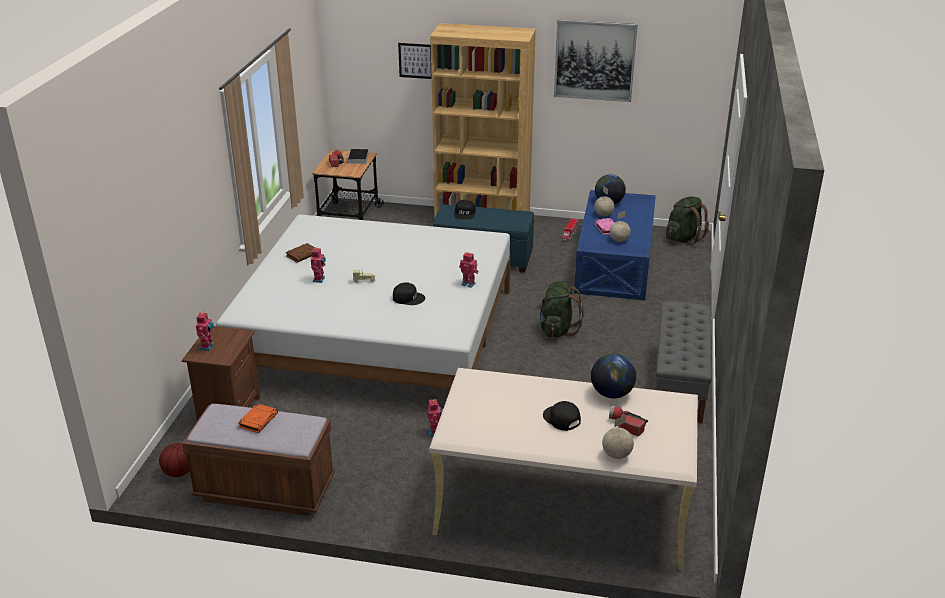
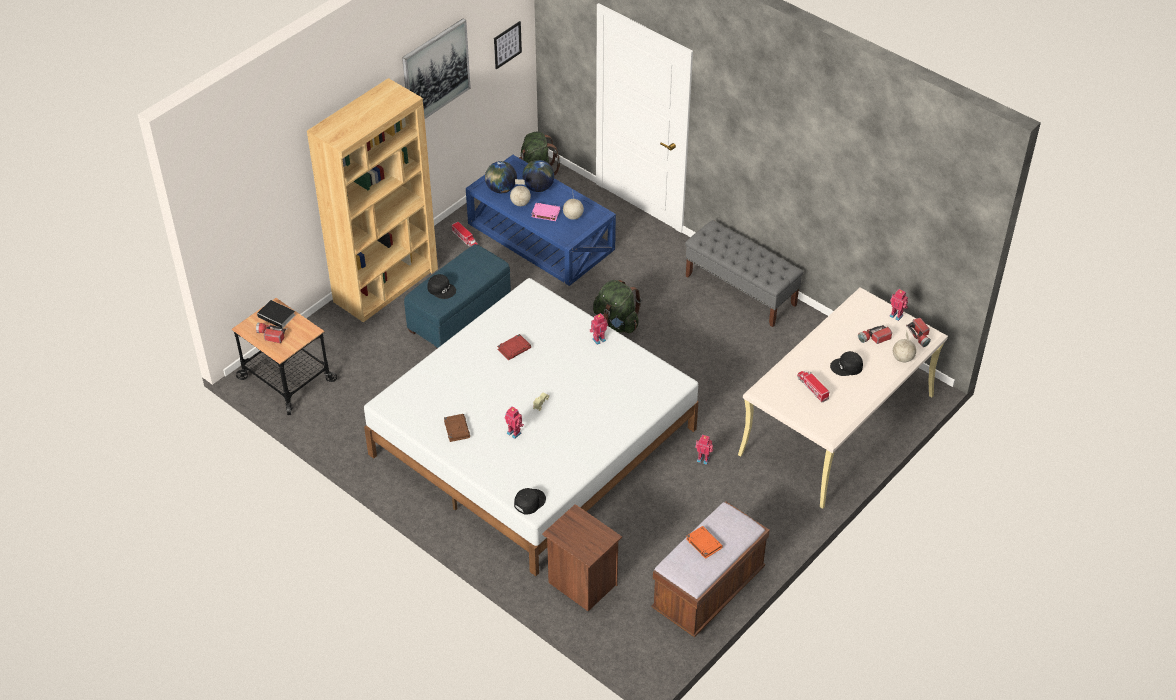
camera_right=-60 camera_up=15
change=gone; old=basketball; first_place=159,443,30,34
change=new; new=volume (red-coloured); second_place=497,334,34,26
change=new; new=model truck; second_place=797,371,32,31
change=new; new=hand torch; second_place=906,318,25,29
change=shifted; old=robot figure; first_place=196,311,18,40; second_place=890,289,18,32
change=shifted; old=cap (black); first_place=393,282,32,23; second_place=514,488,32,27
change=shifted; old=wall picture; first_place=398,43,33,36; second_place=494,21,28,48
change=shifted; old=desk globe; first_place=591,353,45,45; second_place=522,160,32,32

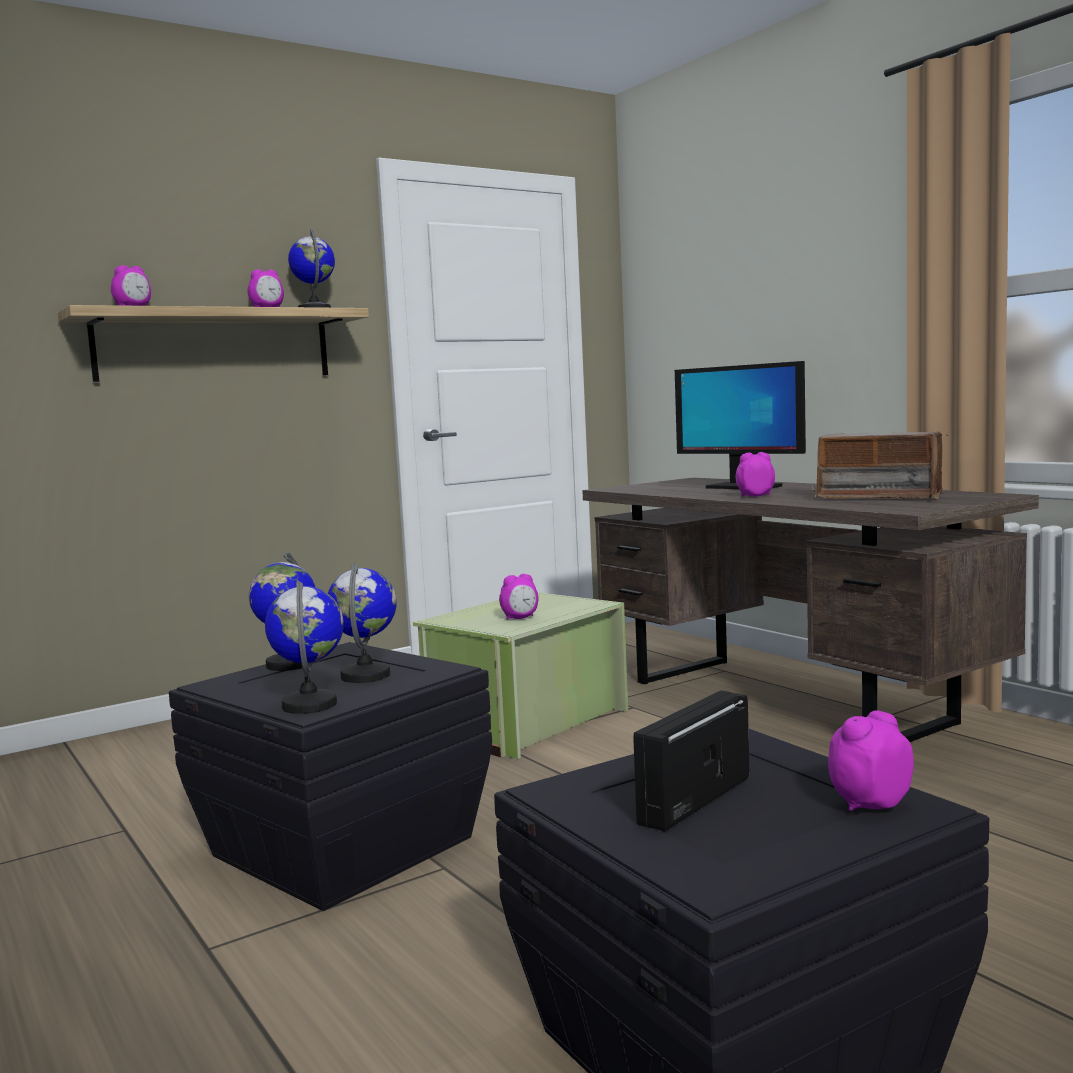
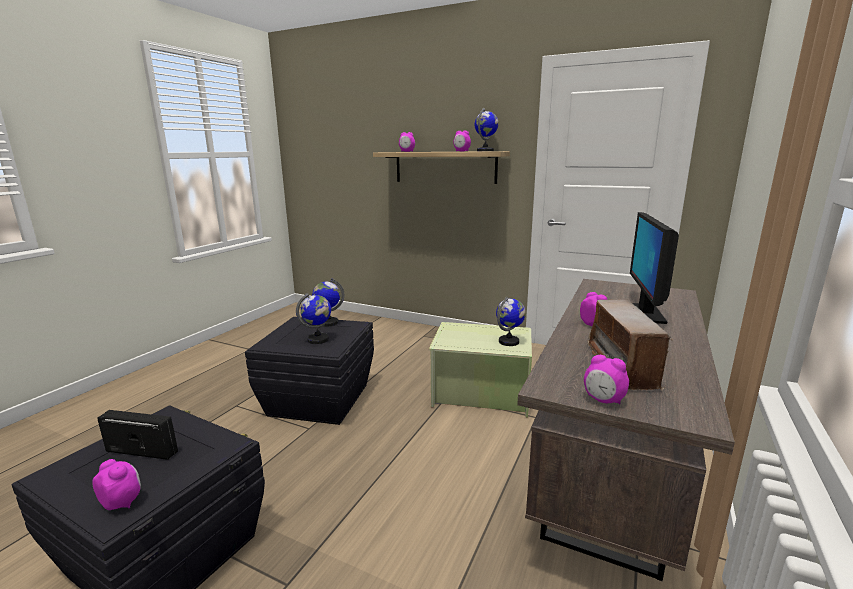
camera_right=60 camera_up=10
change=shifted; old=desk globe; first_place=265,580,79,134; second_place=496,297,30,49
change=shifted; old=table clock; first_place=499,574,40,46; second_place=584,355,45,49

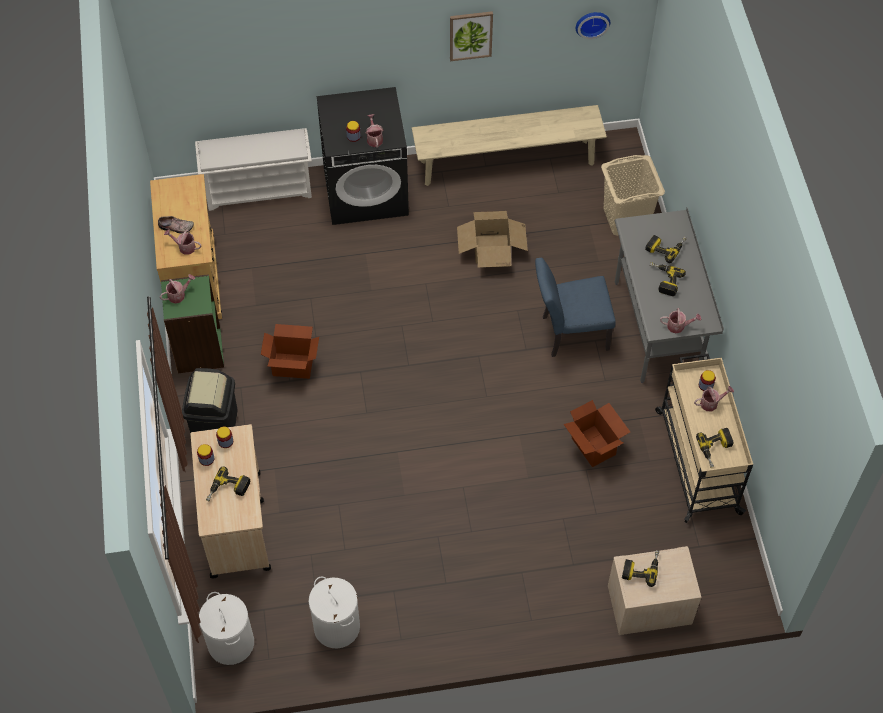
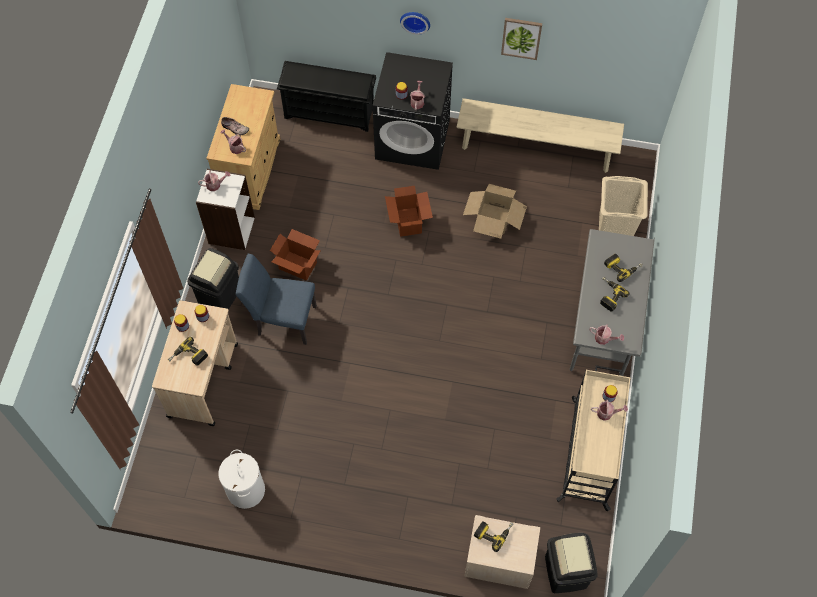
camera_right=20 camera_up=5
change=gone; old=washing basket (whitish); first_place=199,592,55,73
change=gone; old=electric drill; first_place=696,428,37,40
change=new; new=trash can (black); second_place=545,533,53,60
change=shifted; old=upright chair (bluish); first_place=535,258,81,99; second_place=236,254,81,91
change=shifted; old=carton; first_place=564,400,66,67; second_place=385,186,48,51
change=shifted; old=wall clock; first_place=576,12,34,27; second_place=400,12,30,23
change=repainted; old=bookshelf (green); new=bookshelf (whitish); first_place=161,274,63,99; second_place=196,169,59,81
change=repainted; old=shoe stand (whitish); new=shoe stand (black); first_place=195,128,117,83; second_place=277,61,99,71

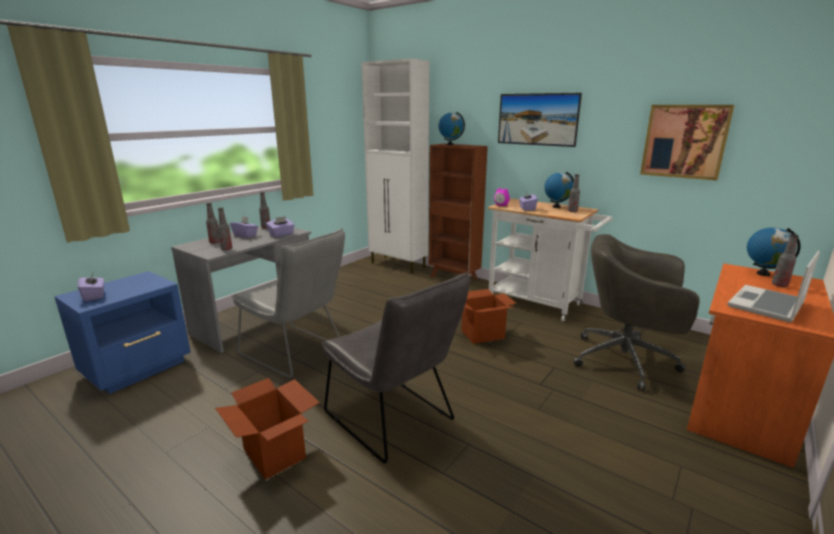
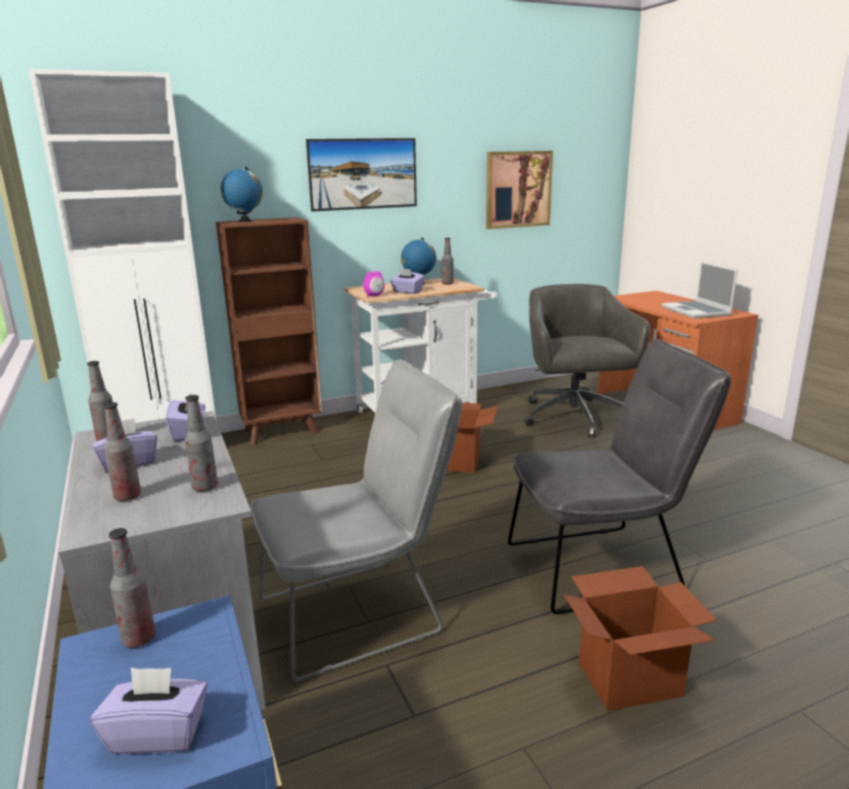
camera_right=-60 camera_up=0
change=gone; old=desk globe; first_place=747,227,54,49
change=shifted; old=bottle; first_place=772,234,27,53; second_place=109,528,47,119
change=rotated; old=desk chair (grey); first_place=573,234,127,157; second_place=524,284,126,153; degrees=120

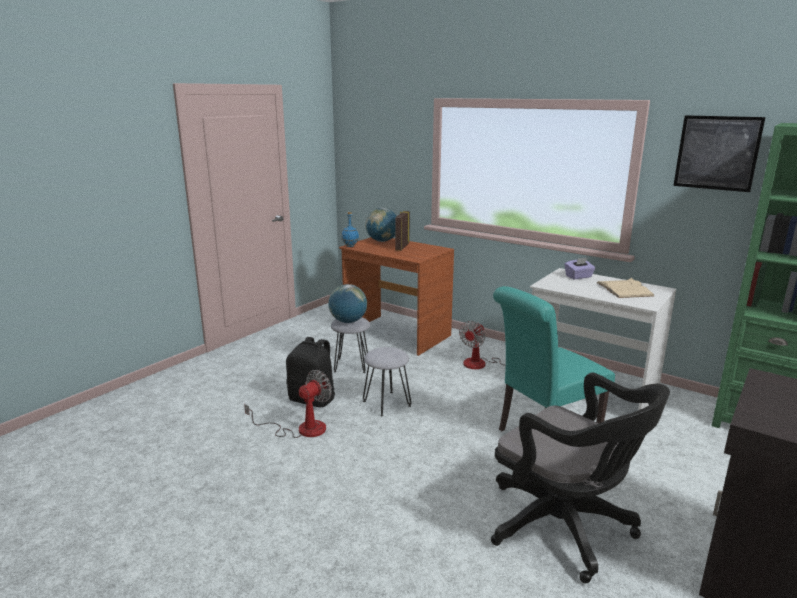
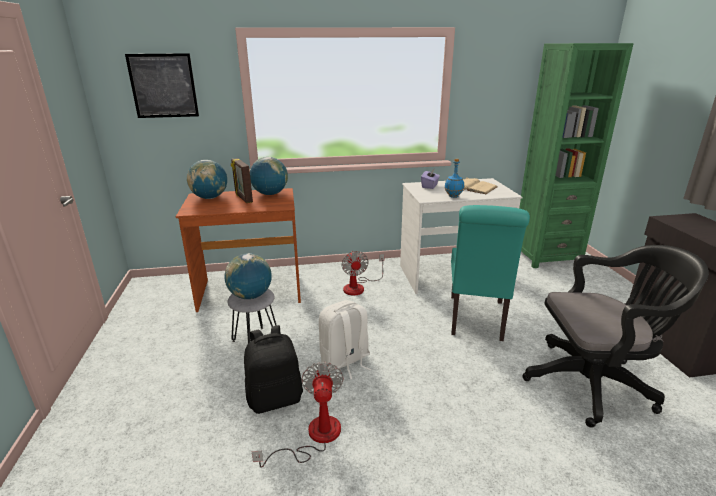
camera_right=-45 camera_up=5
change=new; new=desk globe; second_place=250,157,38,38
change=shifted; old=bottle (bluish); first_place=342,212,17,35; second_place=444,158,20,40
change=shifted; old=wall picture; first_place=673,115,93,77; second_place=125,53,74,65
change=swapped; old=stool (grey); new=rucksack (whitish); first_place=363,347,48,69; second_place=319,300,52,79

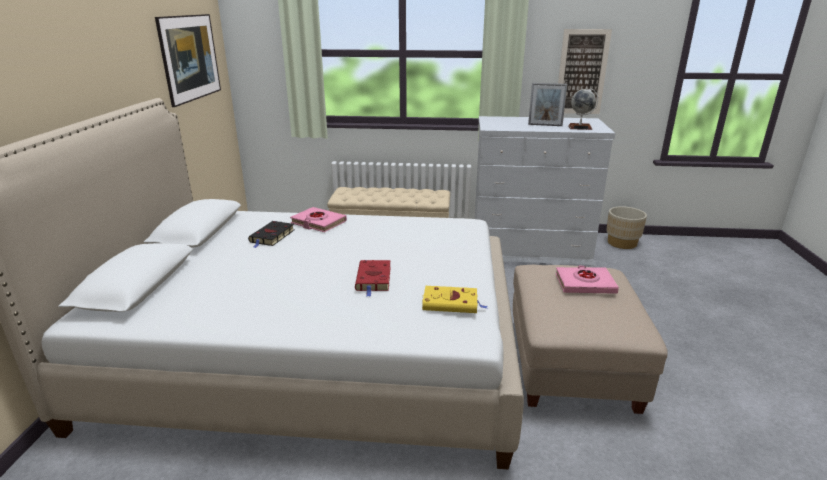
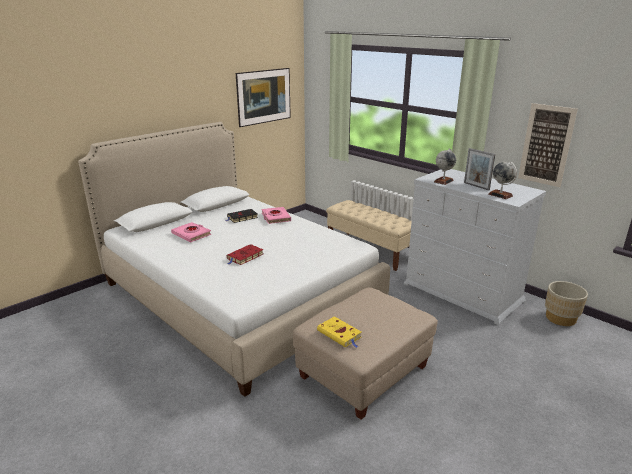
camera_right=40 camera_up=0
change=new; new=desk globe; second_place=434,149,22,36
change=shifted; old=volume (yellow); first_place=422,286,65,27; second_place=317,316,44,32
change=shifted; old=volume (pinkish); first_place=556,266,63,28; second_place=171,222,40,20

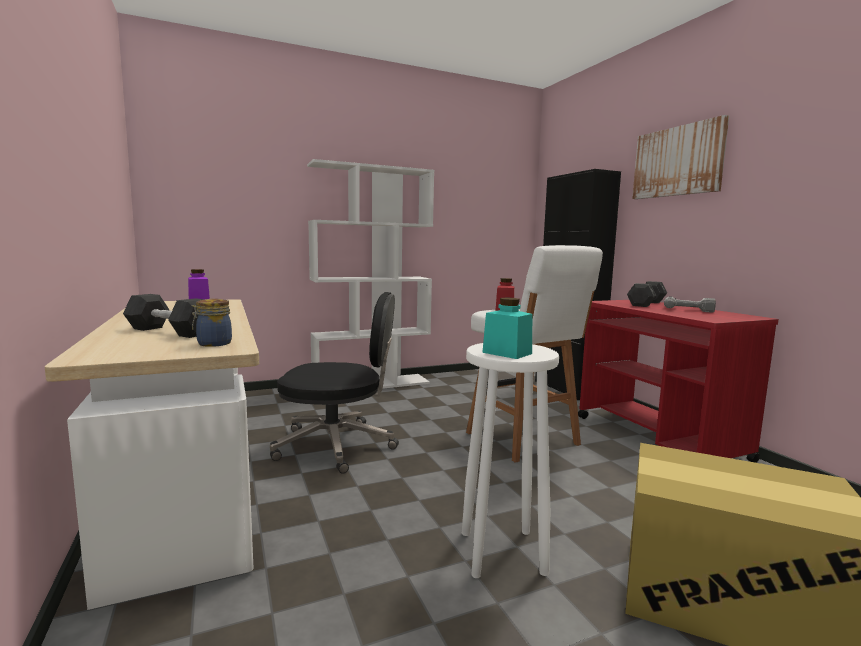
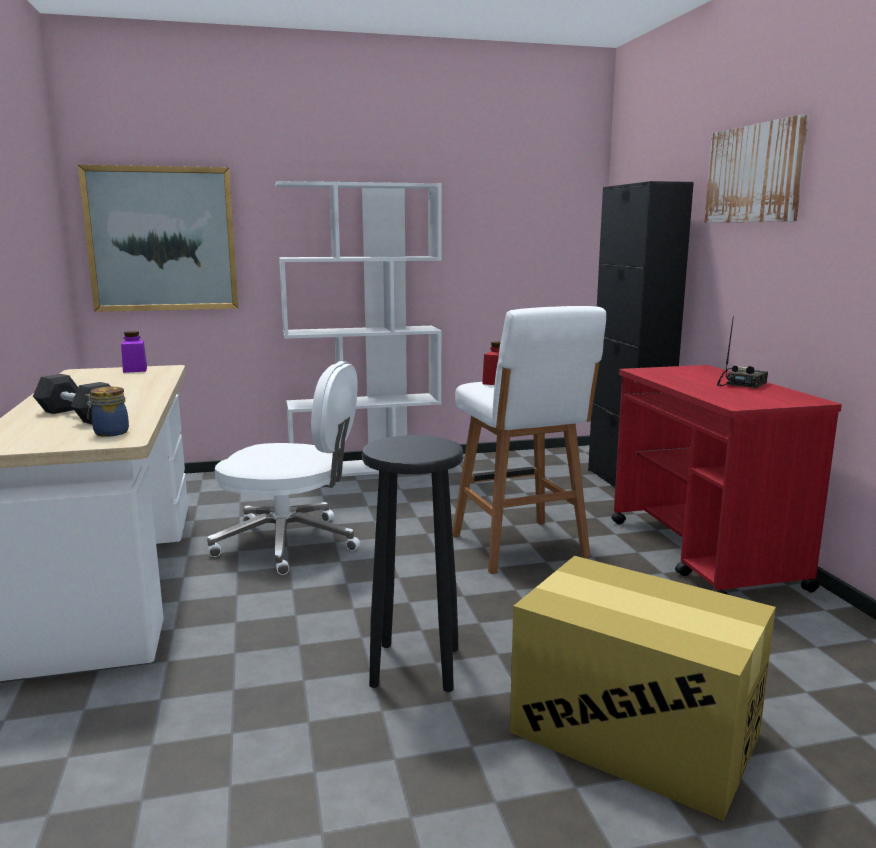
camera_right=10 camera_up=5
change=gone; old=storage jar (turquoise-coloured); first_place=482,298,50,61
change=gone; old=hand weight (black); first_place=627,281,40,26
change=new; new=wall picture; second_place=78,165,160,147
change=swapped; old=electric drill; new=radio receiver; first_place=664,296,52,17; second_place=717,315,51,73
change=repainted; old=desk chair (black); new=desk chair (whitish); first_place=270,292,129,181; second_place=207,361,153,214
change=repainted; old=stool (whitish); new=stool (black); first_place=462,343,97,235; second_place=362,435,101,257

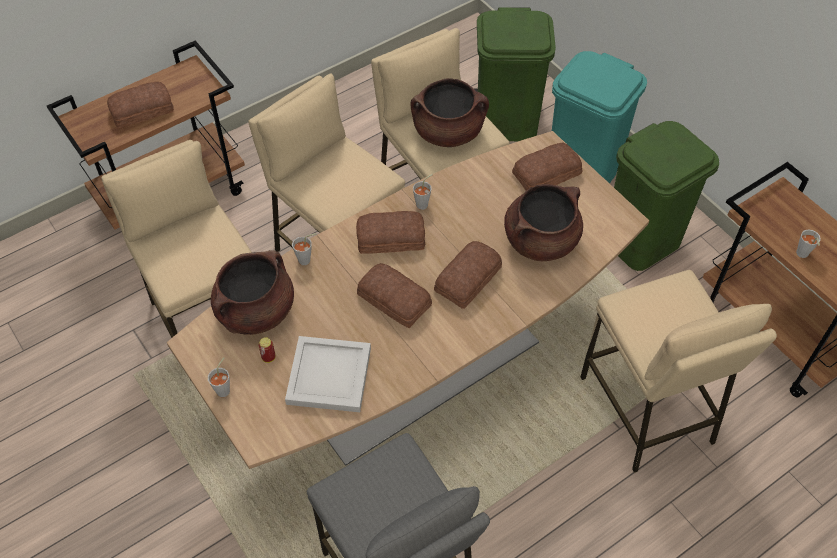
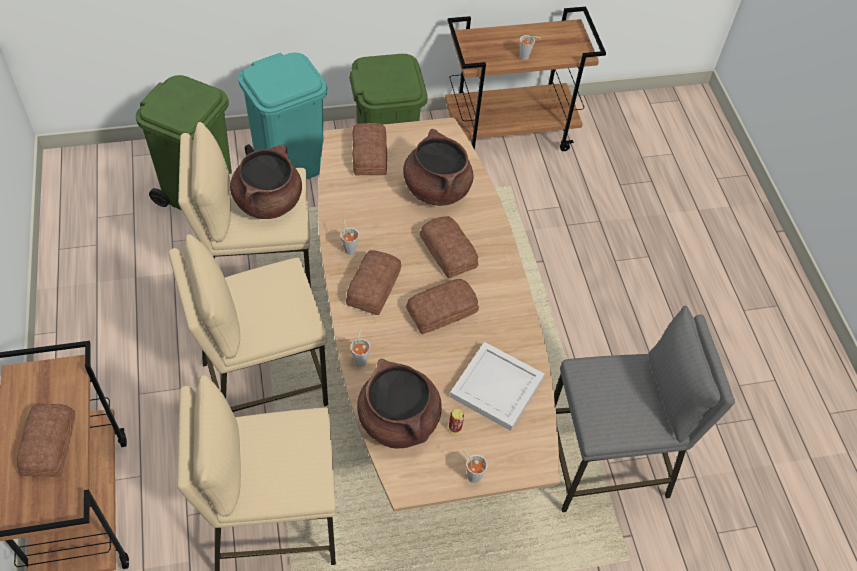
camera_right=-70 camera_up=0
change=gone; old=stool (sand-coloured); first_place=580,270,197,203

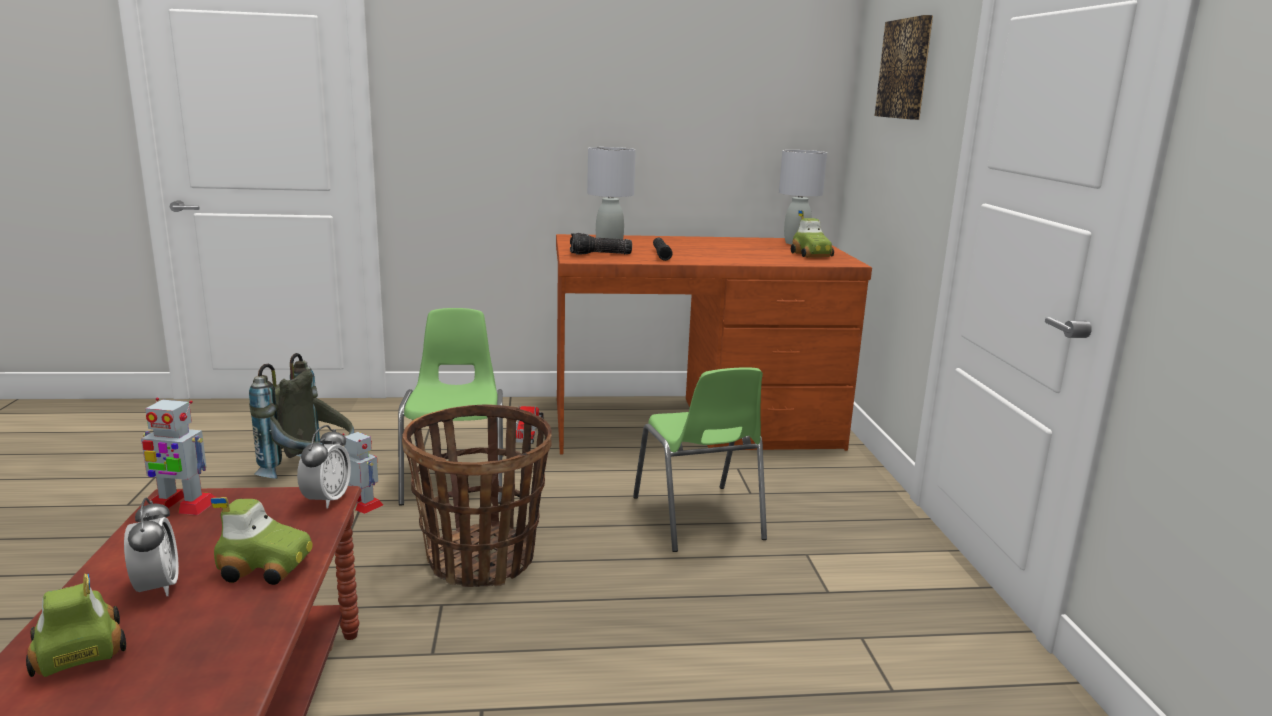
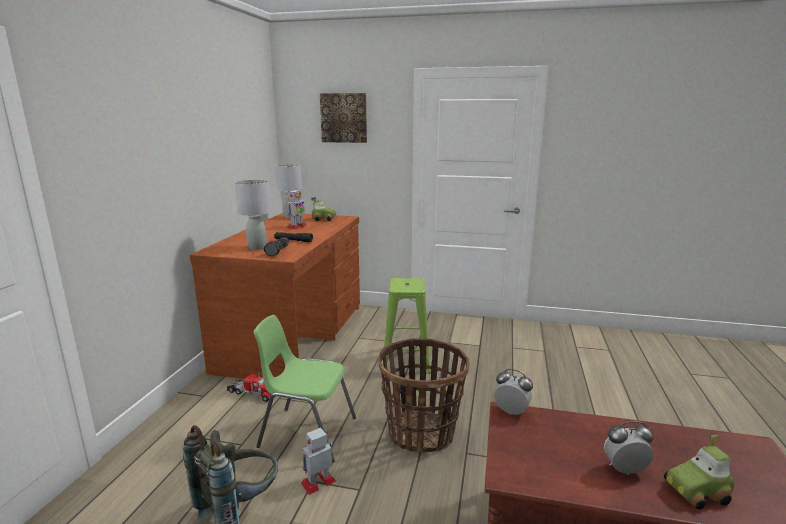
camera_right=-70 camera_up=0
change=gone; old=miniature car; first_place=211,497,102,88
change=shifted; old=robot figure; first_place=141,398,76,117; second_place=286,189,21,41
change=swapped; old=upright chair (green); new=stool (green); first_place=633,367,134,185; second_place=383,278,48,96

